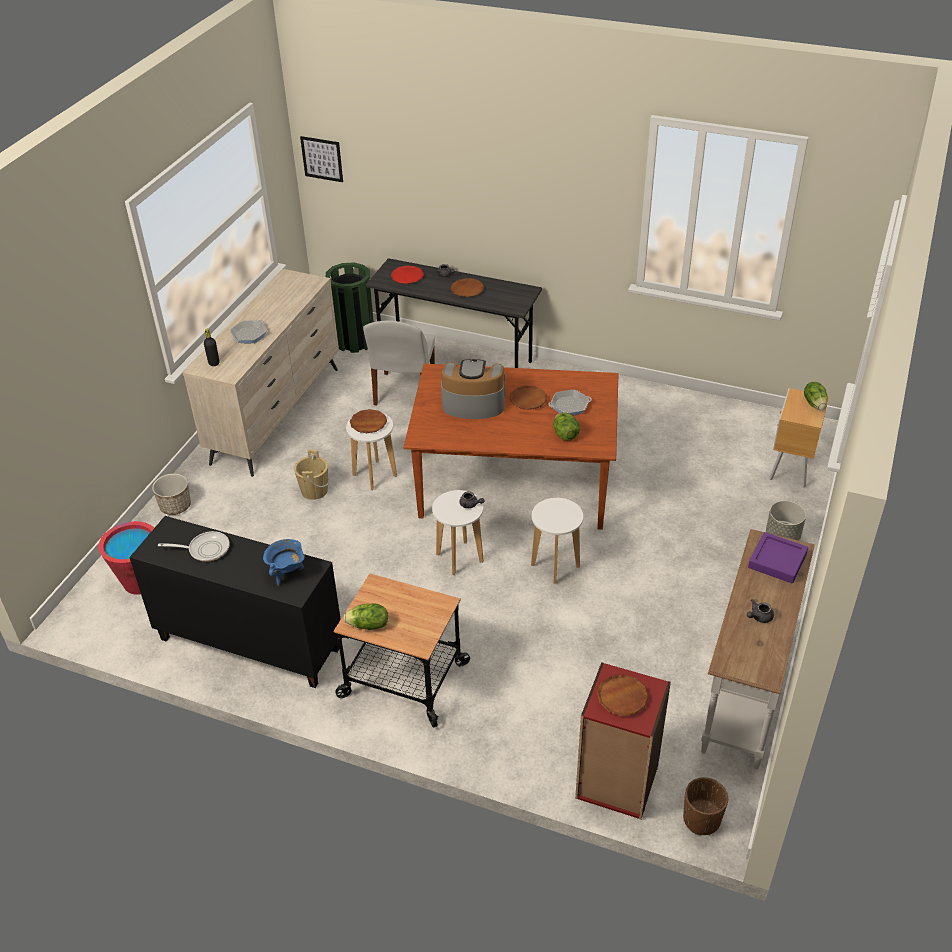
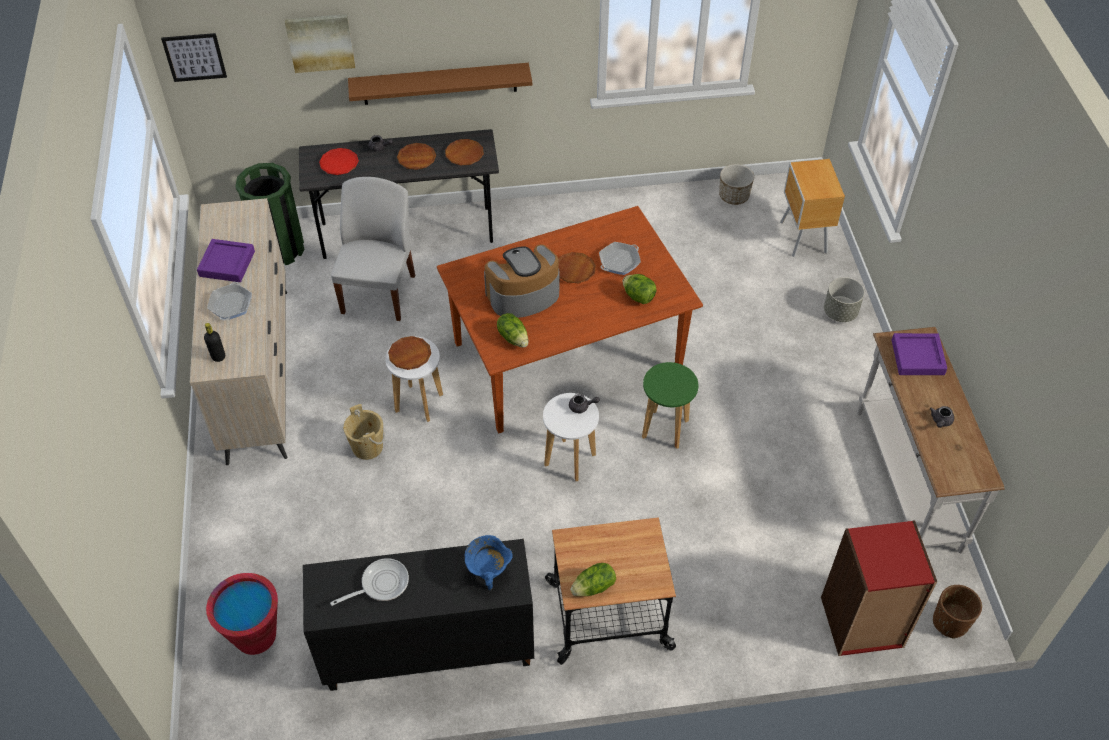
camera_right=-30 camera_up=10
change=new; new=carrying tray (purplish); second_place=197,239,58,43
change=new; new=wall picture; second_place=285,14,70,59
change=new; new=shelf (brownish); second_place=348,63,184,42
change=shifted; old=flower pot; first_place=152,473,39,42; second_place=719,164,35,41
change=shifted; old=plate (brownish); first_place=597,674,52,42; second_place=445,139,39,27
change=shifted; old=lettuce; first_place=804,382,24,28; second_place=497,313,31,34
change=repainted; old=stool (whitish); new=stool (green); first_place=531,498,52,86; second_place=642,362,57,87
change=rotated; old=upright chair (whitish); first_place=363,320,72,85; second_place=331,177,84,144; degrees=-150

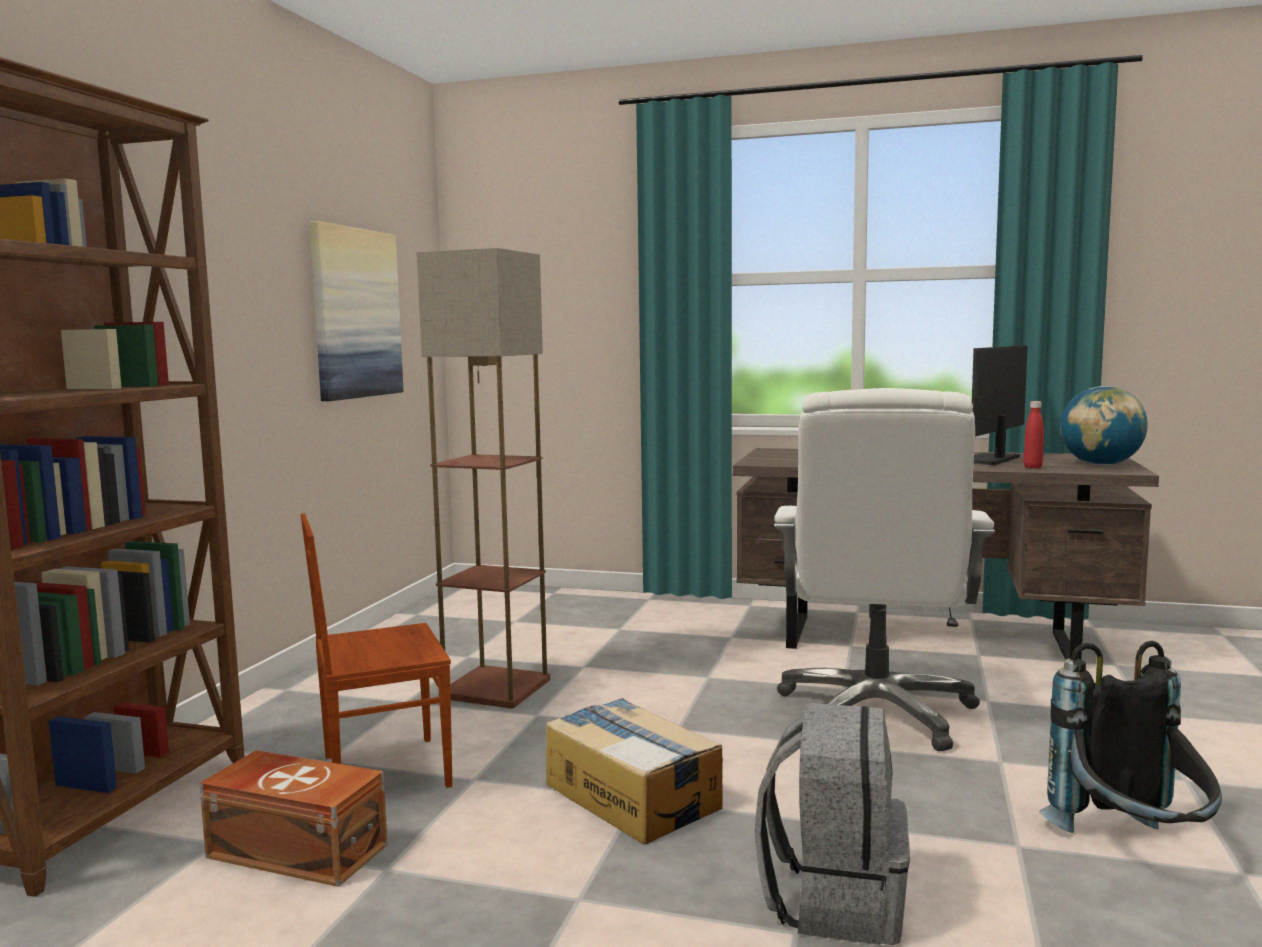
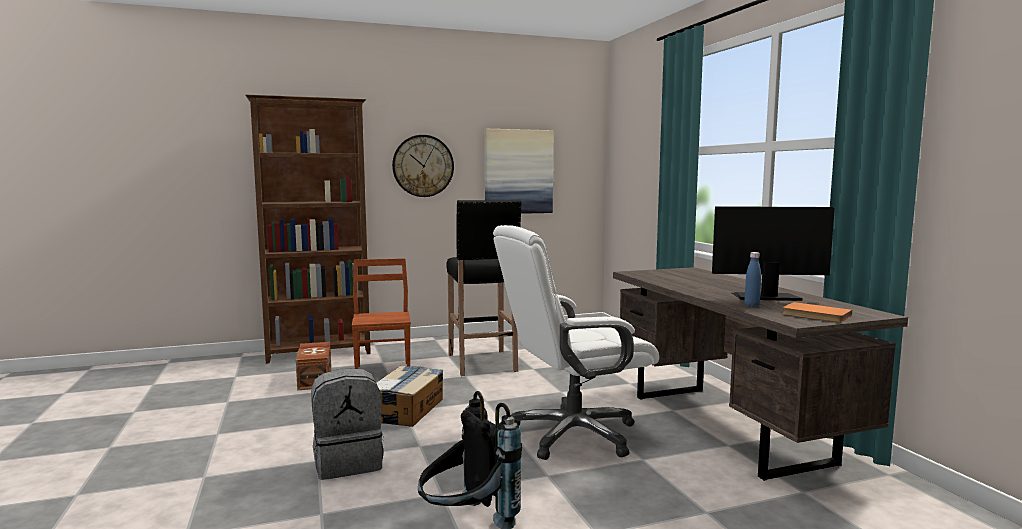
camera_right=55 camera_up=0
change=new; new=wall clock; second_place=392,135,62,62
change=swapped; old=standing lamp; new=stool (black); first_place=417,248,133,460; second_place=446,199,76,177
change=swapped; old=desk globe; new=volume (orangey); first_place=1060,386,88,79; second_place=782,302,70,21
change=repainted; old=bottle (red-coloured); new=bottle (bluish); first_place=1024,401,20,68; second_place=744,252,17,55
change=rotated; old=upright chair (brownish); first_place=300,513,153,275; second_place=352,258,59,111; degrees=45

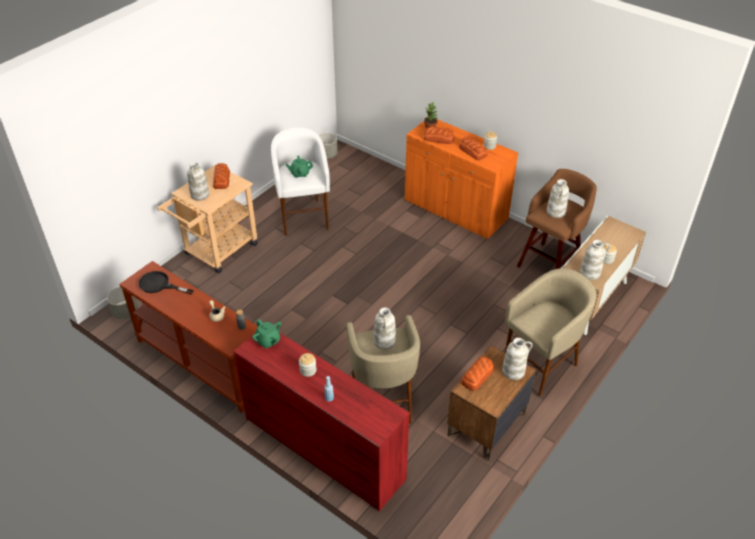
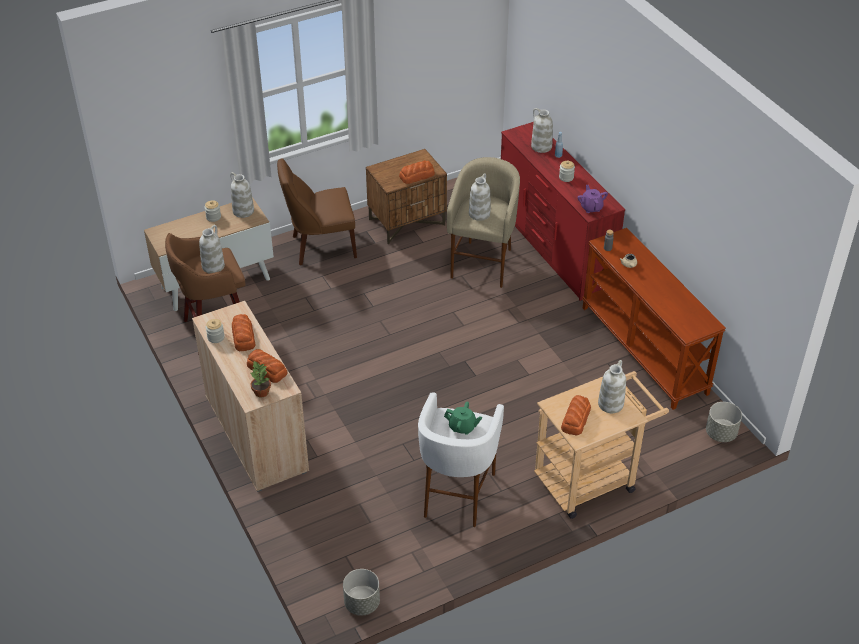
camera_right=-155 camera_up=0
change=gone; old=frying pan (black); first_place=139,271,55,23
change=shifted; old=vase (whitish); first_place=502,338,31,42; second_place=531,108,22,45
change=swapped; old=stool (sand-coloured); new=upright chair (brownish); first_place=505,268,92,128; second_place=277,158,80,107
change=repainted; old=tea pot (green); new=tea pot (purplish); first_place=252,319,29,30; second_place=578,185,30,28
change=repainted; old=cabinet (orangey); new=cabinet (sand-coloured); first_place=405,119,113,120; second_place=192,301,117,191

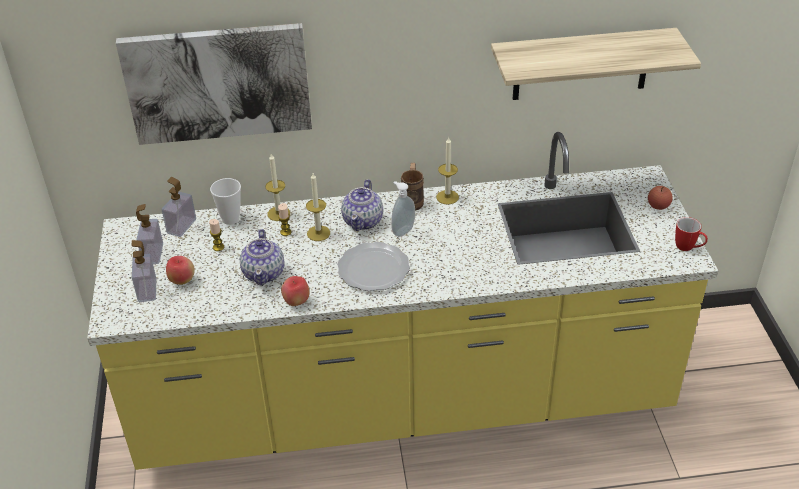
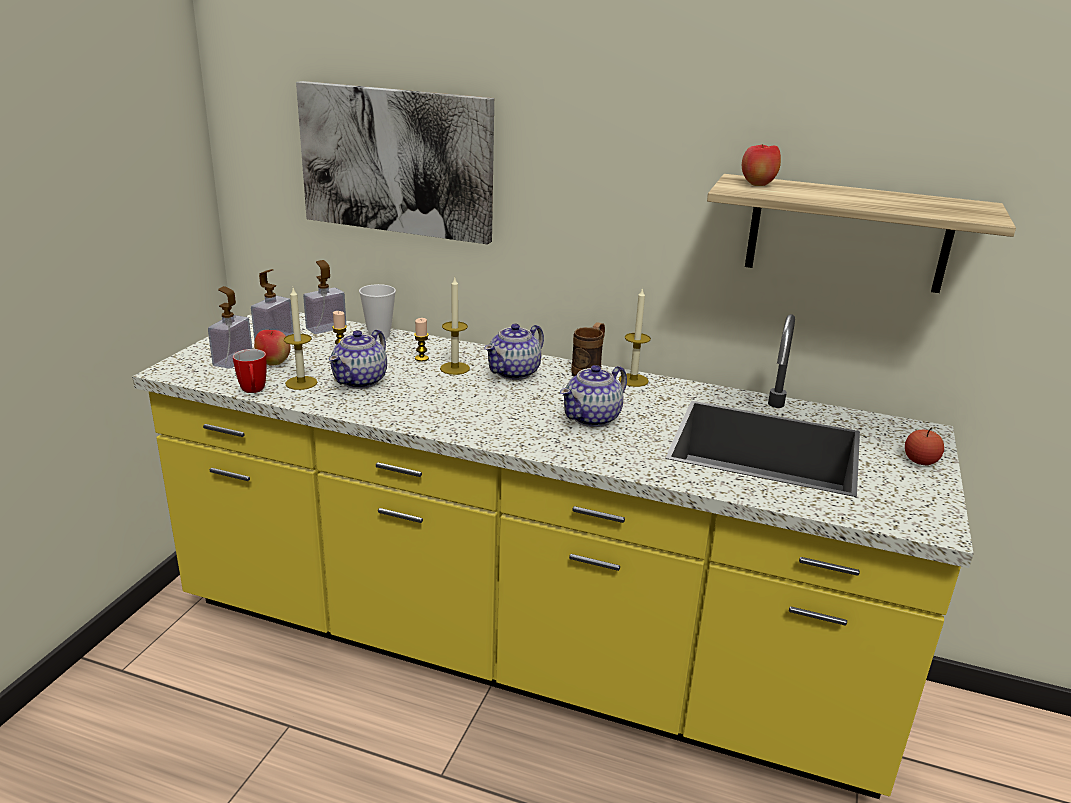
camera_right=25 camera_up=-15
change=gone; old=plate; first_place=337,242,73,49
change=gone; old=liquid soap bottle; first_place=391,181,24,56
change=new; new=tea pot; second_place=560,365,67,62
change=shifted; old=wax candle; first_place=265,154,25,67; second_place=284,288,34,102
change=shifted; old=apple fruit; first_place=281,276,28,30; second_place=742,144,39,42
change=shifted; old=mug; first_place=675,217,33,34; second_place=233,349,34,44

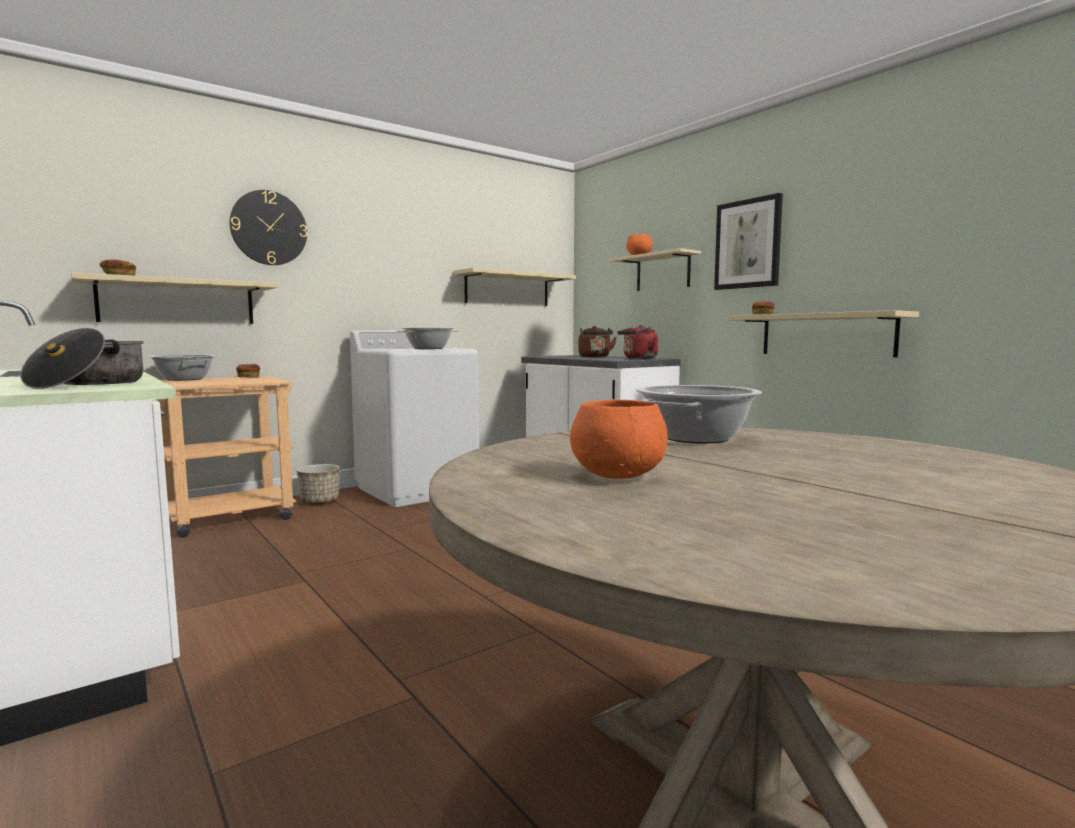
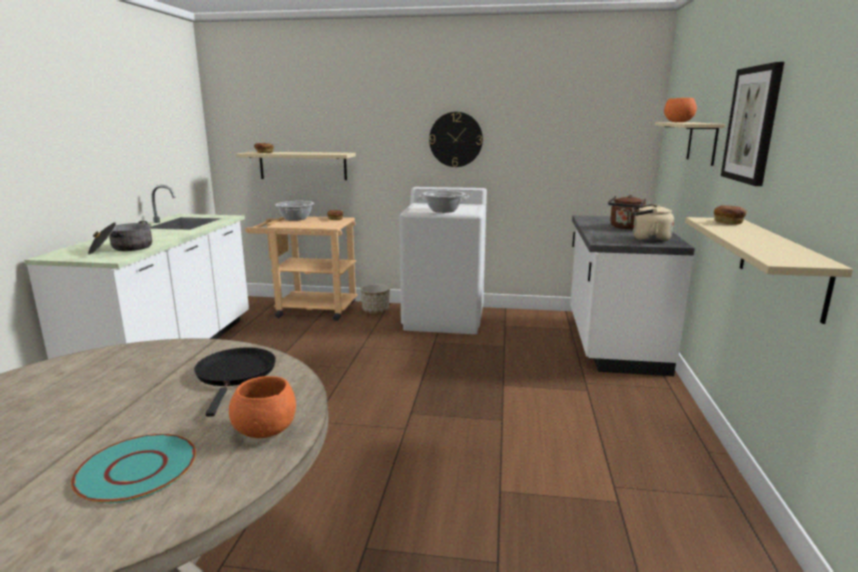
camera_right=45 camera_up=10
change=gone; old=shelf (sand-coloured); first_place=454,268,122,38
change=new; new=plate (turquoise-coloured); second_place=71,434,125,69
change=shifted; old=wall clock; first_place=229,190,78,75; second_place=429,112,54,55
change=shifted; old=deep dish (orangey); first_place=570,400,98,79; second_place=229,376,67,62
change=swapped; old=cooking pot; new=frying pan (black); first_place=636,385,126,58; second_place=194,347,82,70
change=repainted; old=water kettle (red-coloured); new=water kettle (sand-coloured); first_place=618,325,40,34; second_place=632,204,42,38

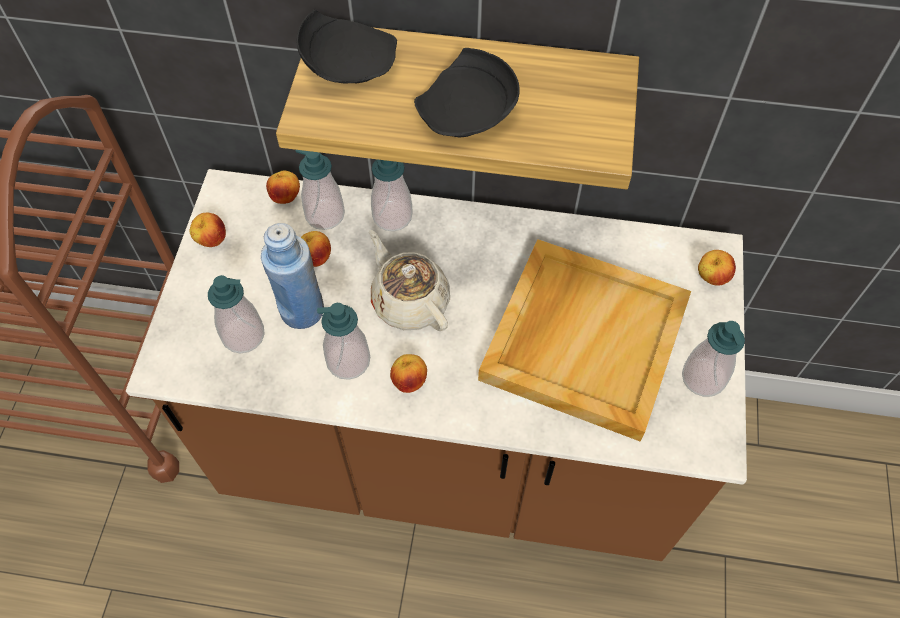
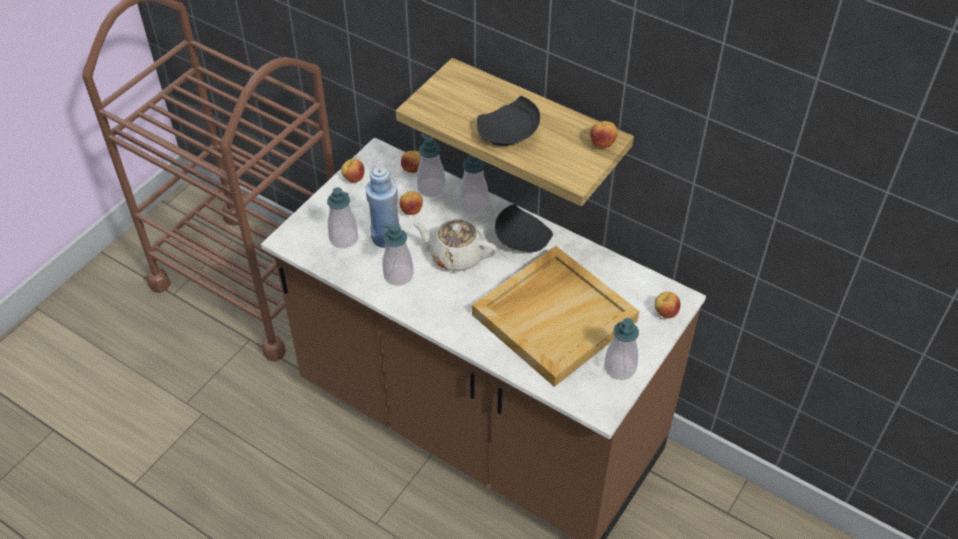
camera_right=25 camera_up=-10
change=shifted; old=plate (black); first_place=296,9,101,75; second_place=495,204,58,48
change=shifted; old=apple fruit; first_place=390,354,37,39; second_place=590,121,28,27
change=rotated; old=tea pot (sand-coloured); first_place=369,230,81,101; second_place=412,219,85,52; degrees=-60

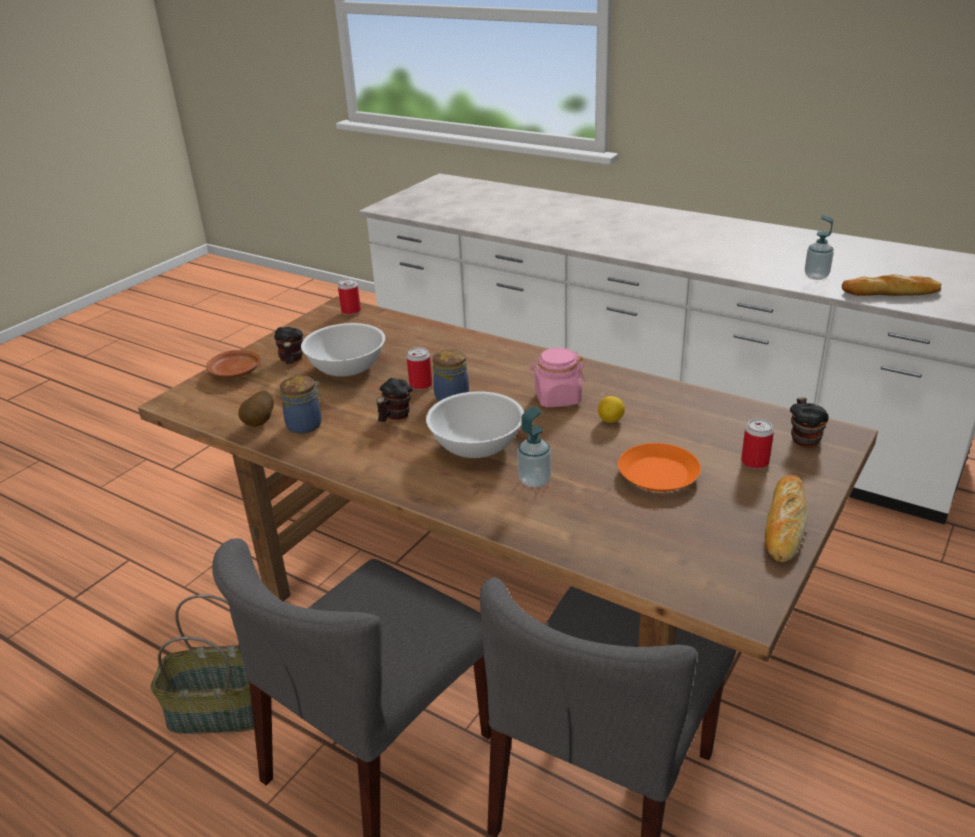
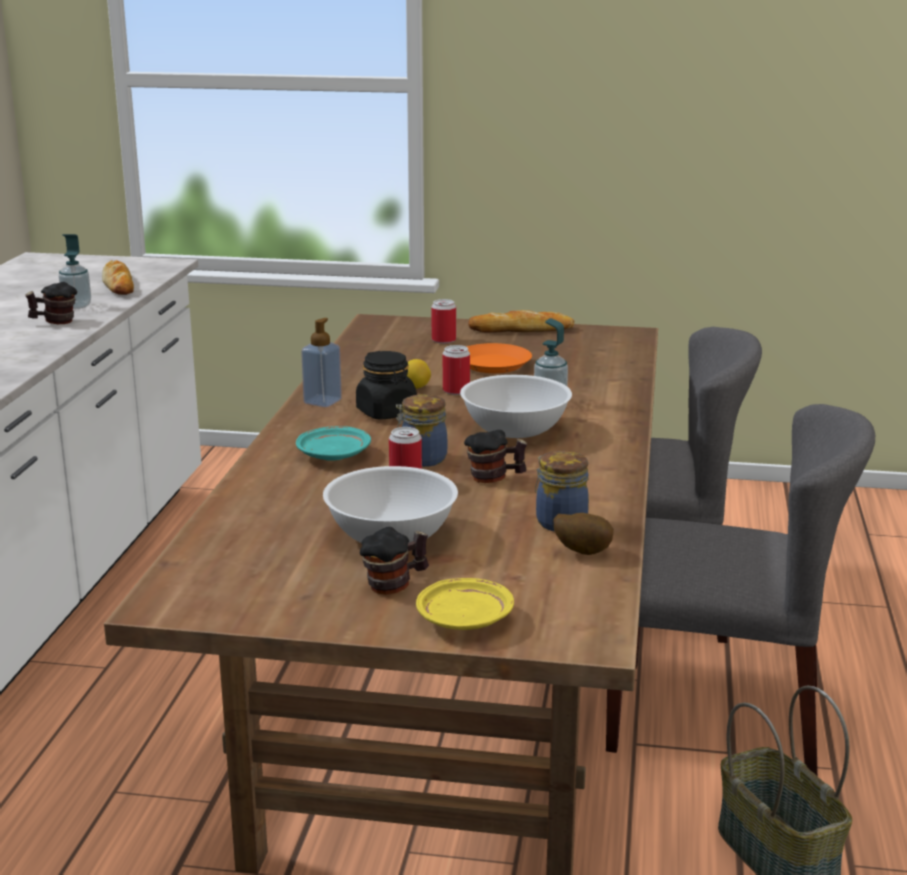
camera_right=-115 camera_up=-10
change=new; new=plate (turquoise-coloured); second_place=296,426,75,35
change=new; new=liquid soap bottle; second_place=301,318,41,89
change=shifted; old=can; first_place=338,278,23,37; second_place=443,345,27,50
change=shifted; old=mug; first_place=790,397,39,50; second_place=25,282,52,42
change=repainted; old=plate (brownish); new=plate (yellow); first_place=206,350,55,27; second_place=416,578,98,52
change=repainted; old=storage jar (pinkish); new=storage jar (black); first_place=529,348,56,59; second_place=356,351,61,69

